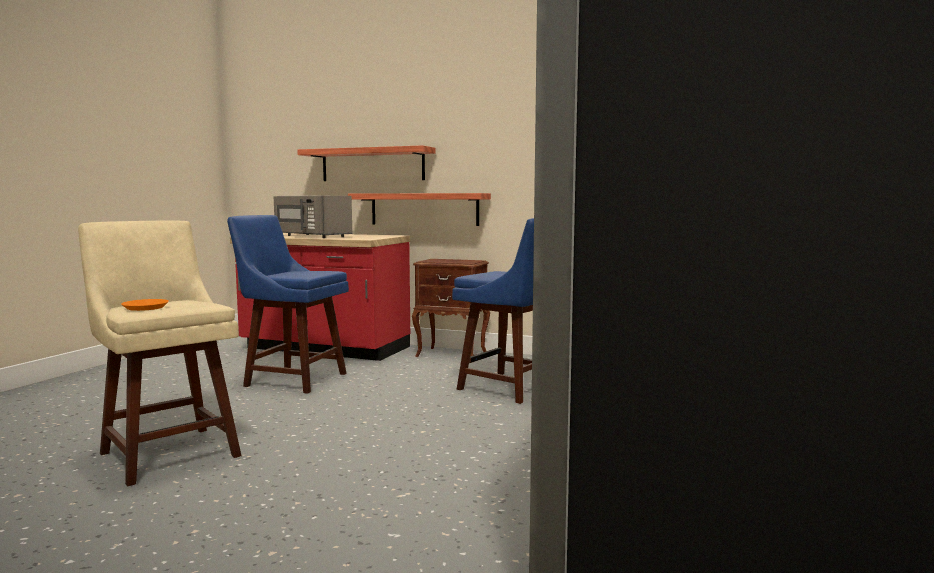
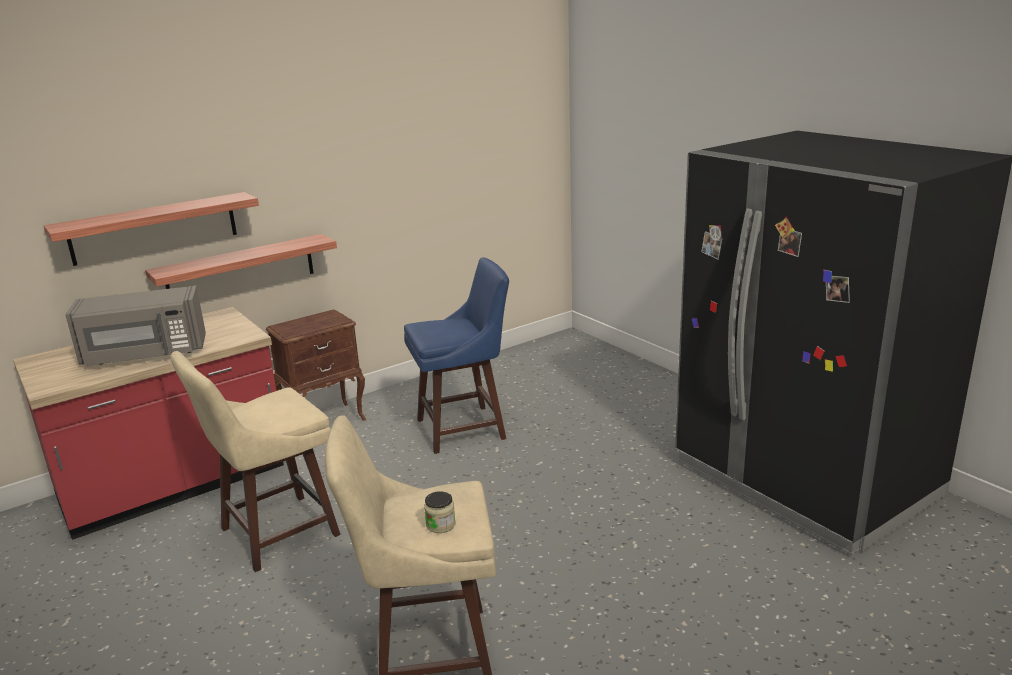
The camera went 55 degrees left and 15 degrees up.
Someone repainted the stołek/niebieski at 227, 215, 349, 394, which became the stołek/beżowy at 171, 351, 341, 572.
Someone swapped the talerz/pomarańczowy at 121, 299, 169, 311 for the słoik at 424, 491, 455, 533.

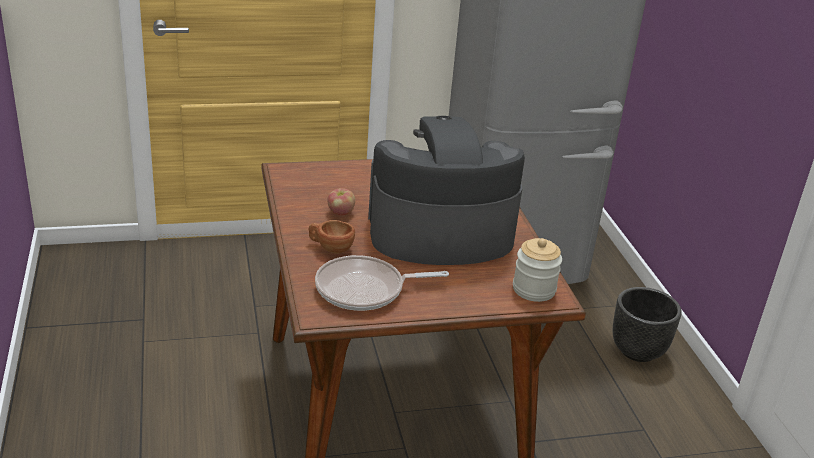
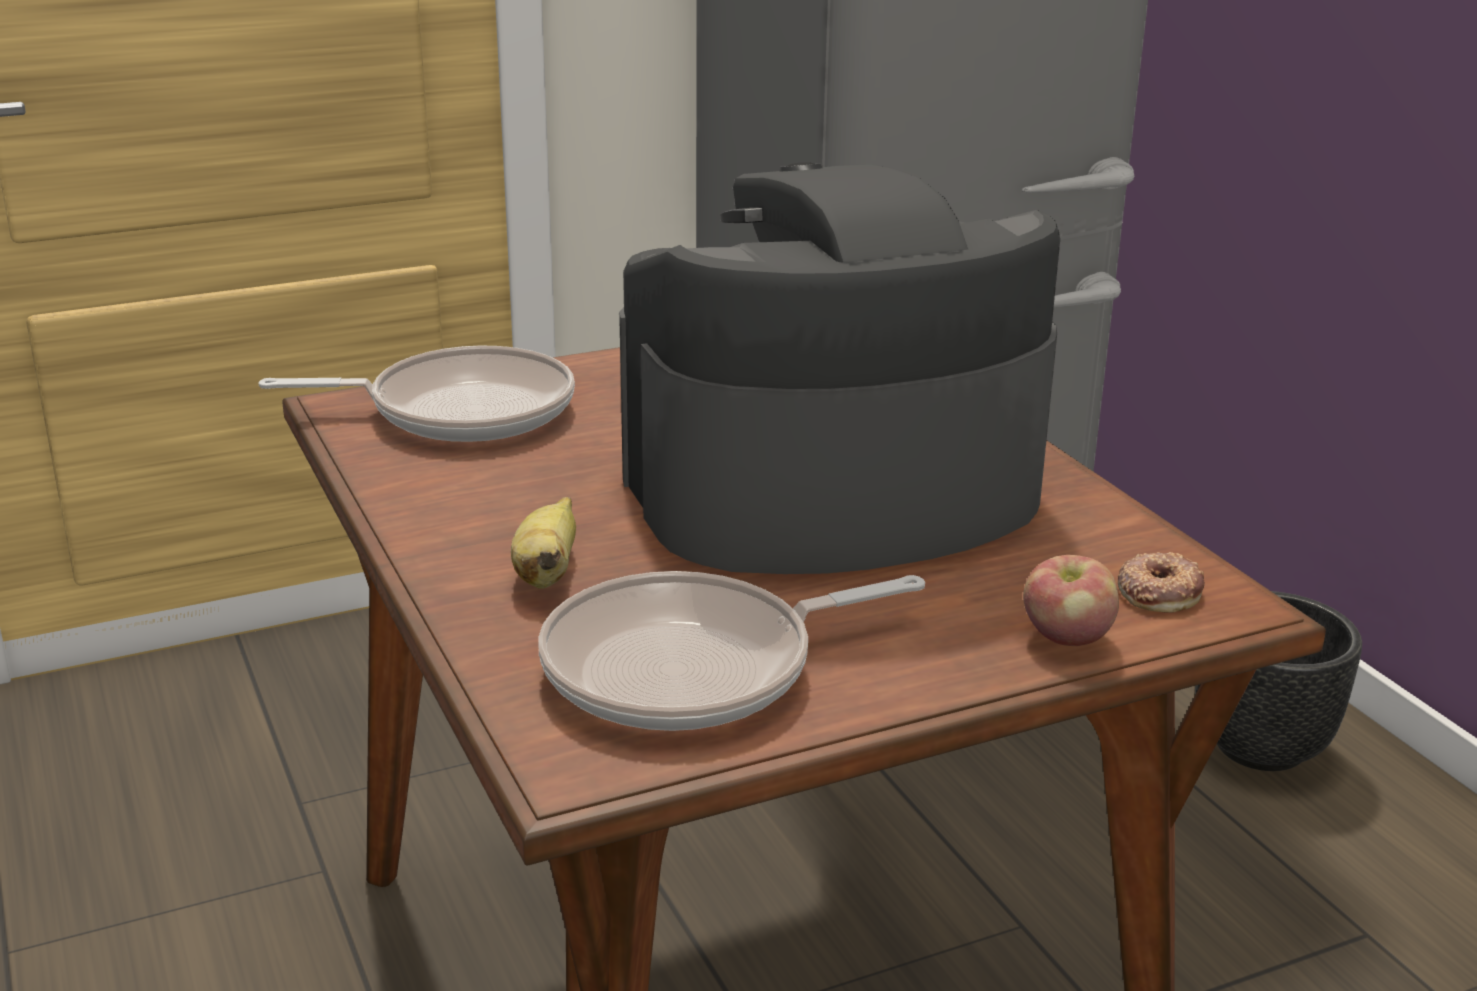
The camera went 10 degrees left and 5 degrees down.
Someone carried the jabłko from 327, 188, 355, 216 to 1023, 555, 1119, 646.
Someone swapped the filiżanka/brązowy at 309, 220, 355, 254 for the banan at 511, 497, 576, 589.
Someone swapped the słoik at 513, 238, 562, 302 for the donut at 1118, 552, 1205, 613.
Someone put down the patelnia at 258, 345, 575, 442.

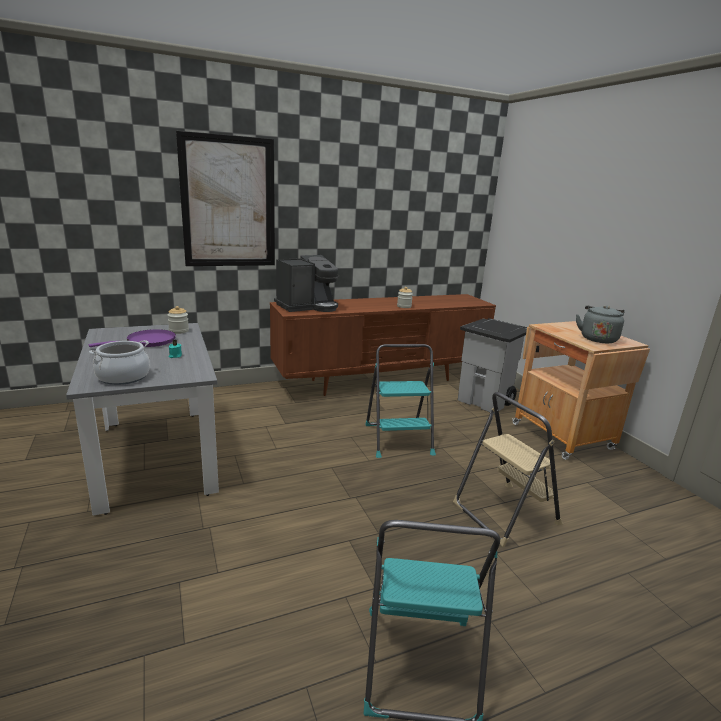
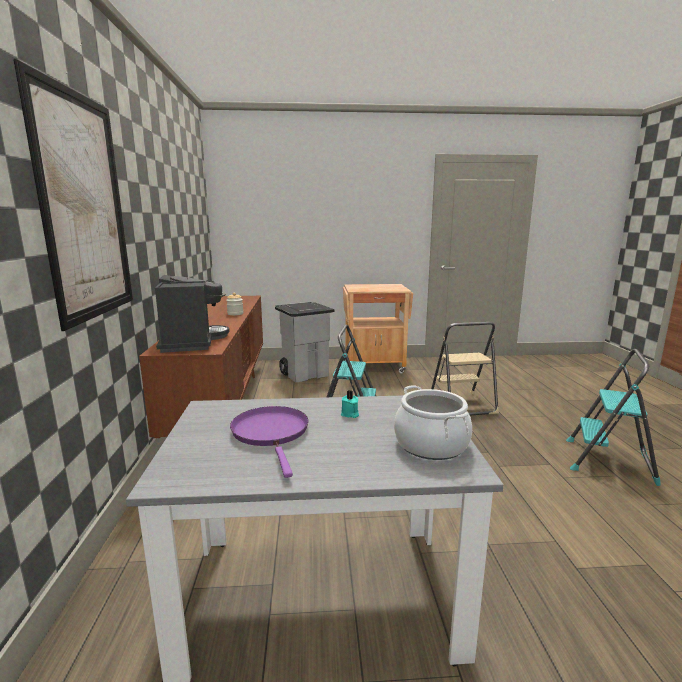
The camera went 70 degrees left and 5 degrees down.
Someone took away the słoik at 168, 306, 189, 334.
Someone took away the czajnik/szary at 576, 306, 625, 343.

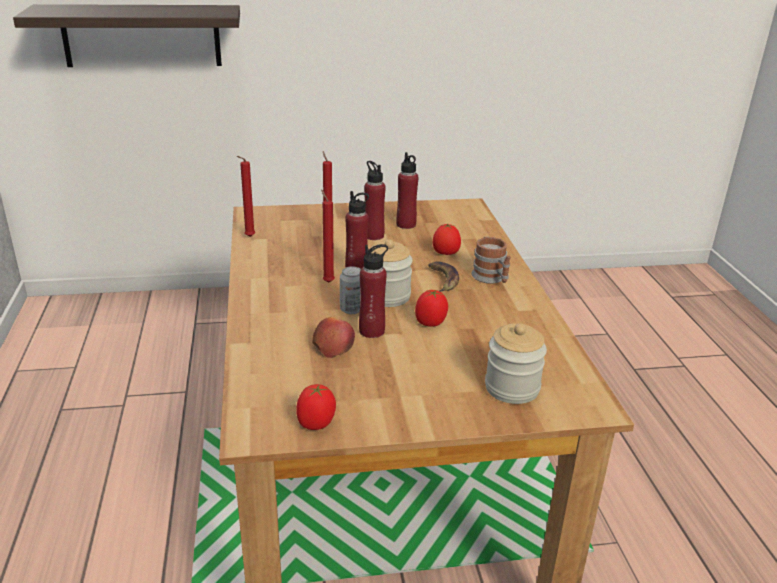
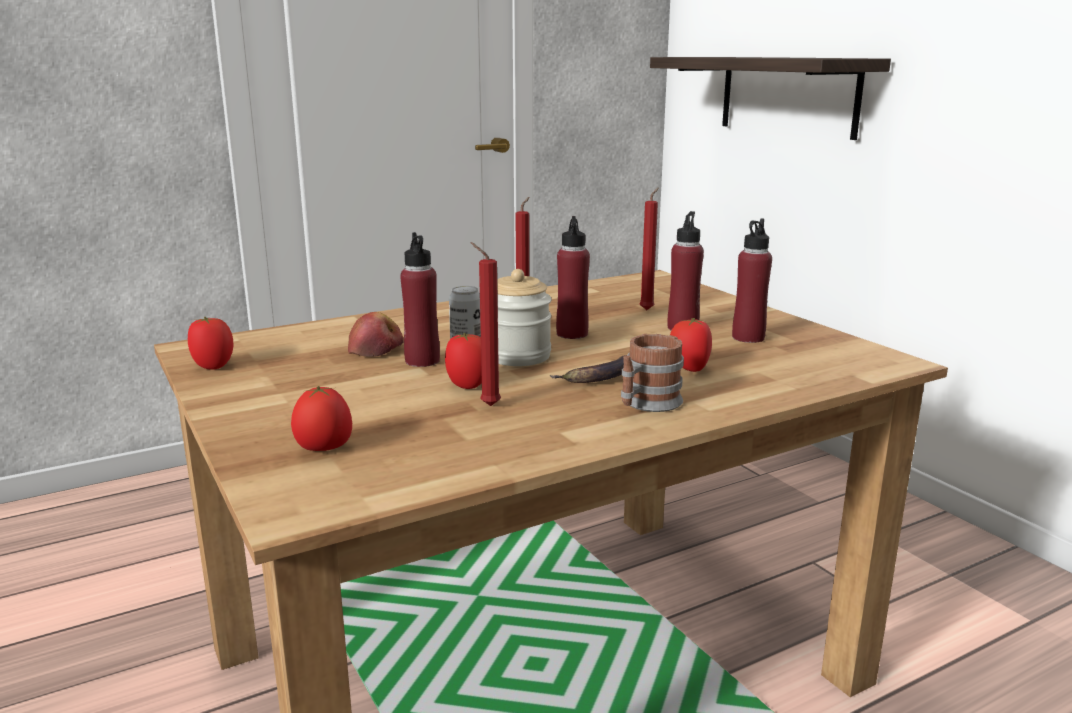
The camera went 70 degrees right and 10 degrees down.
Someone carried the świeca/czerwony from 237, 156, 255, 237 to 471, 242, 501, 406.
Someone swapped the słoik at 485, 323, 547, 404 for the pomidor at 291, 386, 352, 451.

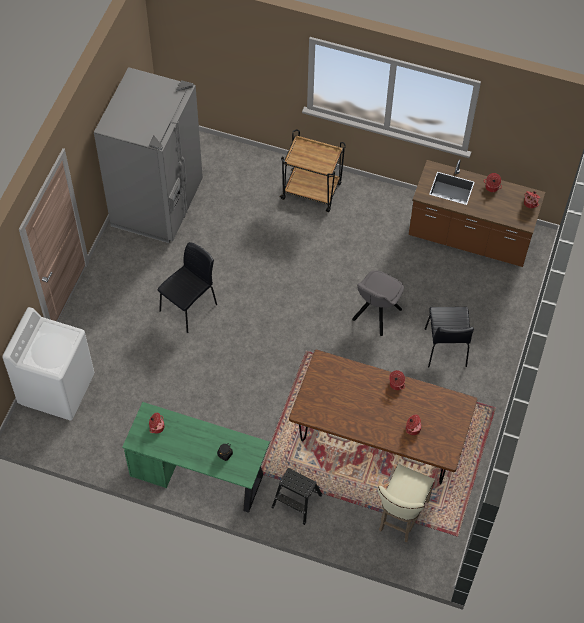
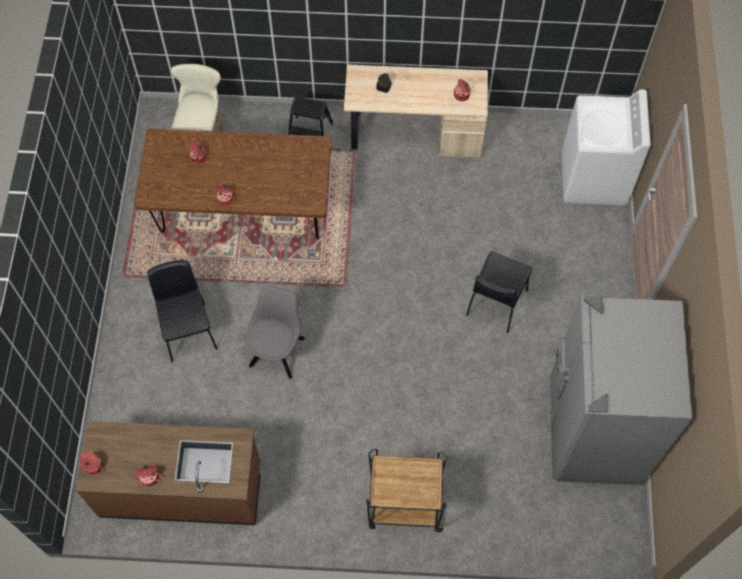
The camera went 165 degrees right and 5 degrees up.
Someone repainted the biurko/zielony at 122, 402, 270, 513, which became the biurko/beżowy at 344, 64, 488, 158.

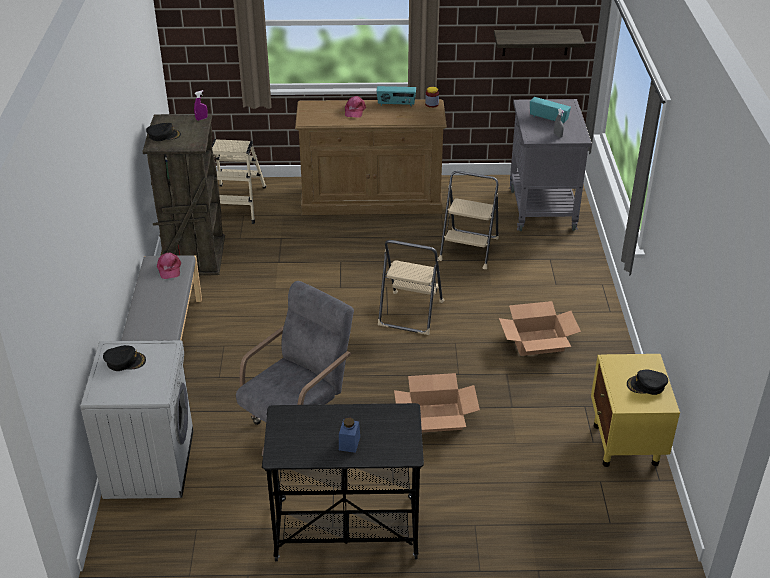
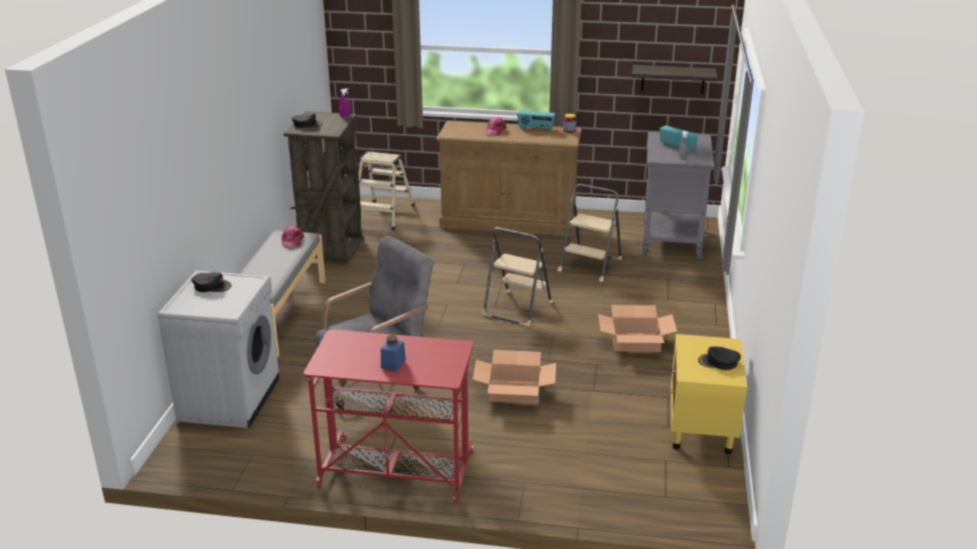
The camera went 10 degrees right and 10 degrees down.
Someone repainted the biurko/czarny at 262, 403, 424, 562, which became the biurko/czerwony at 303, 329, 474, 503.

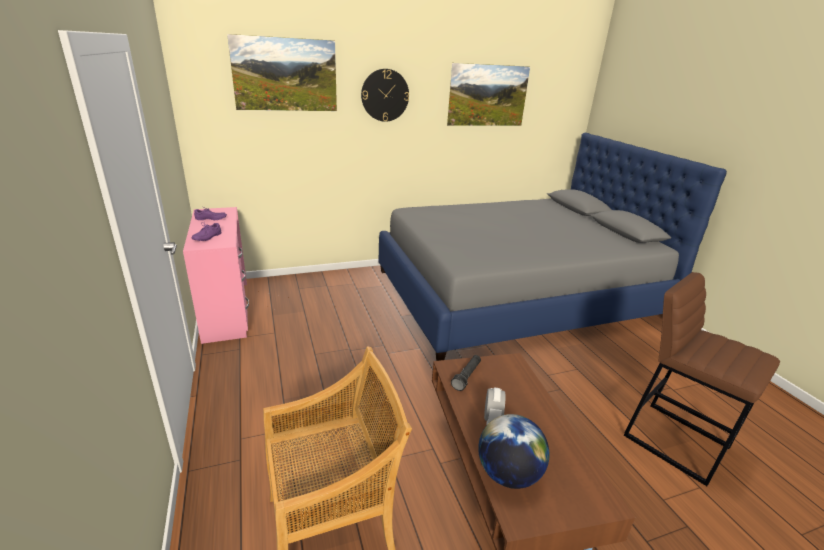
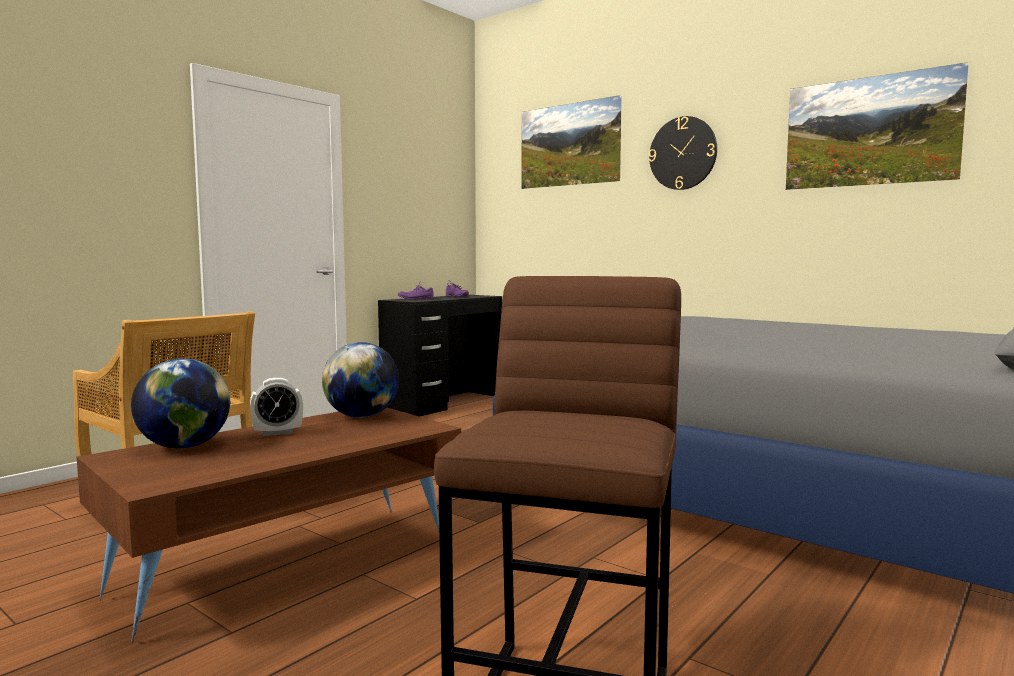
The camera went 60 degrees right and 20 degrees down.
Someone repainted the biurko/różowy at 183, 207, 249, 344, which became the biurko/czarny at 378, 295, 502, 417.
Someone swapped the latarka/czarny at 451, 355, 481, 391 for the globus at 322, 342, 399, 418.

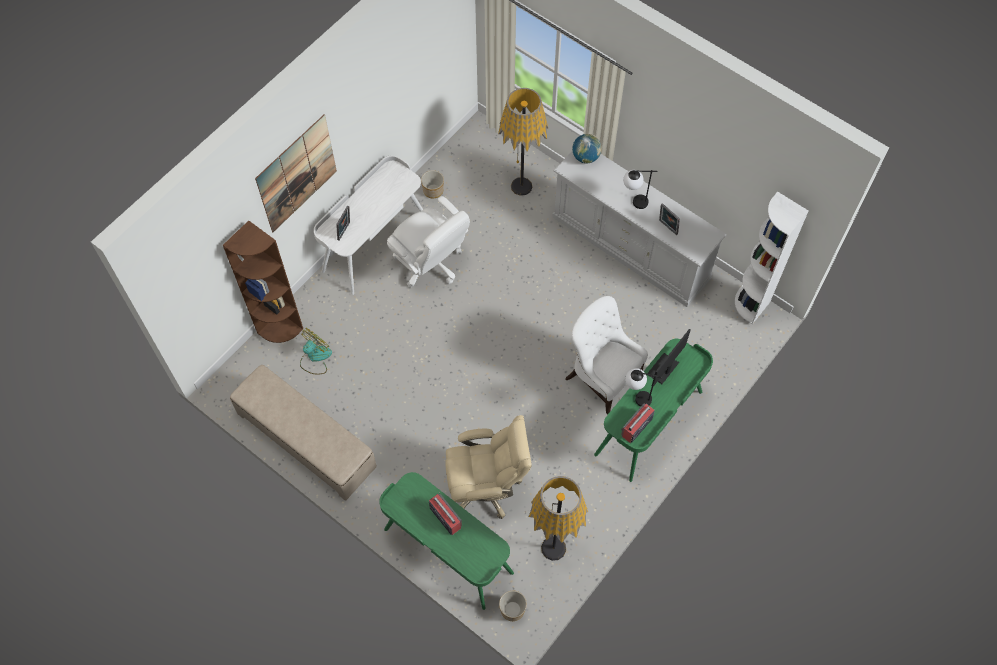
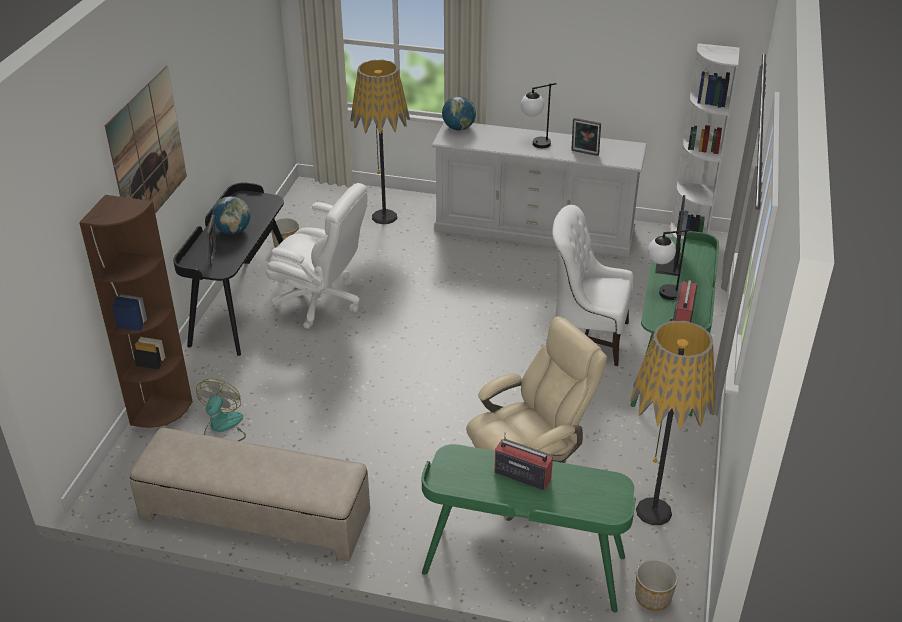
The camera went 25 degrees left and 25 degrees down.
Someone repainted the biurko/biały at 314, 155, 423, 295, which became the biurko/czarny at 173, 182, 284, 356.
Someone put down the globus at 212, 196, 250, 234.

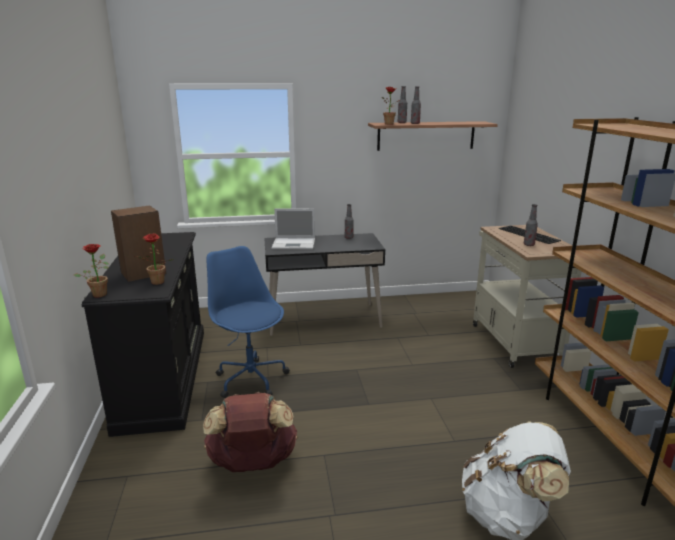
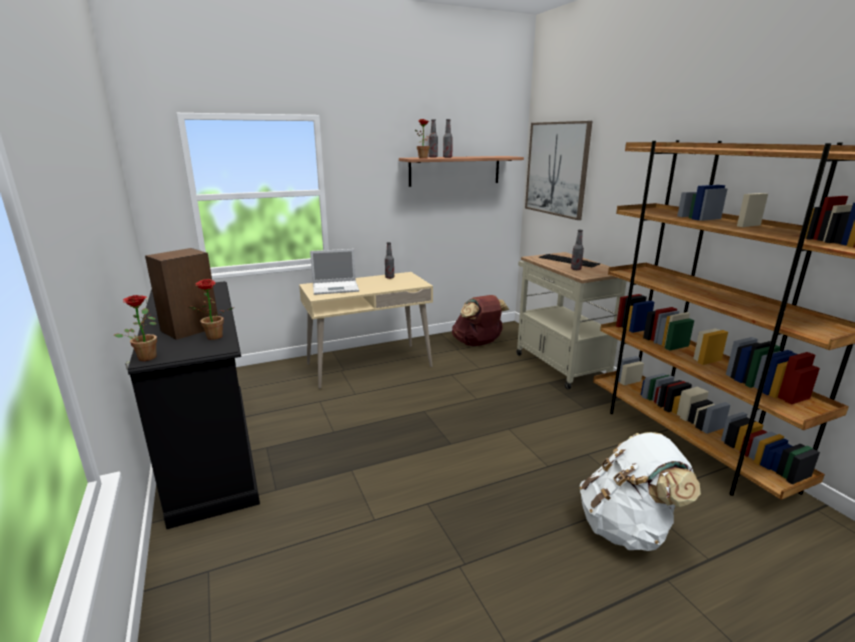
The camera went 15 degrees left and 0 degrees up.
Someone repainted the biurko/czarny at 264, 233, 385, 336, which became the biurko/beżowy at 299, 272, 433, 389.
Someone took away the krzesło biurowe/niebieski at 206, 246, 290, 398.
Someone carried the plecak/brązowy from 203, 392, 298, 472 to 452, 295, 509, 346.
Someone put up the obraz at 525, 121, 592, 220.

